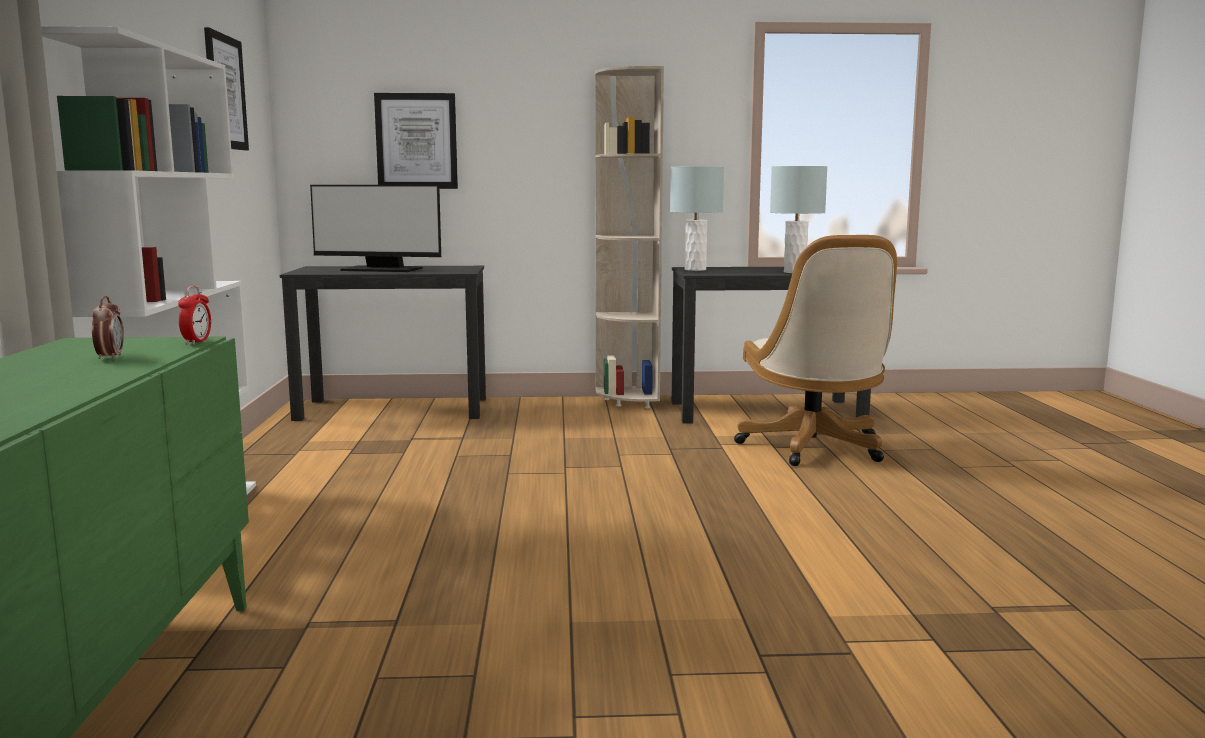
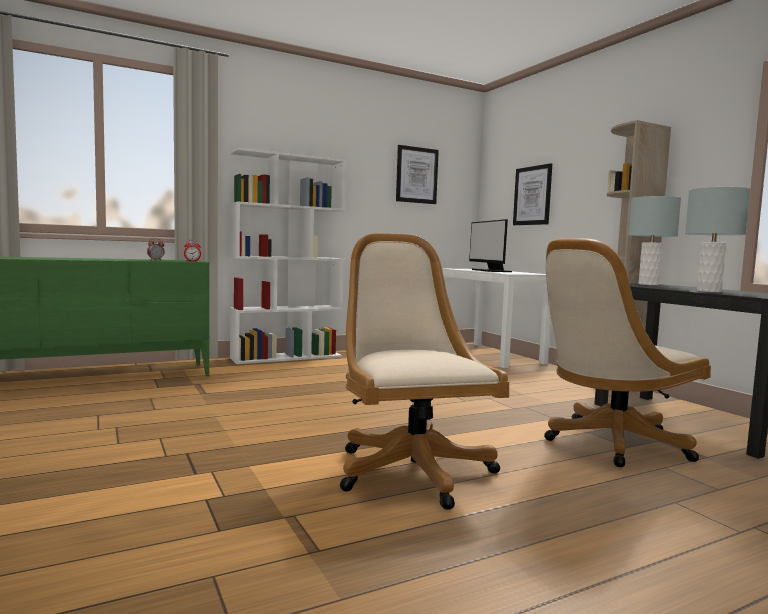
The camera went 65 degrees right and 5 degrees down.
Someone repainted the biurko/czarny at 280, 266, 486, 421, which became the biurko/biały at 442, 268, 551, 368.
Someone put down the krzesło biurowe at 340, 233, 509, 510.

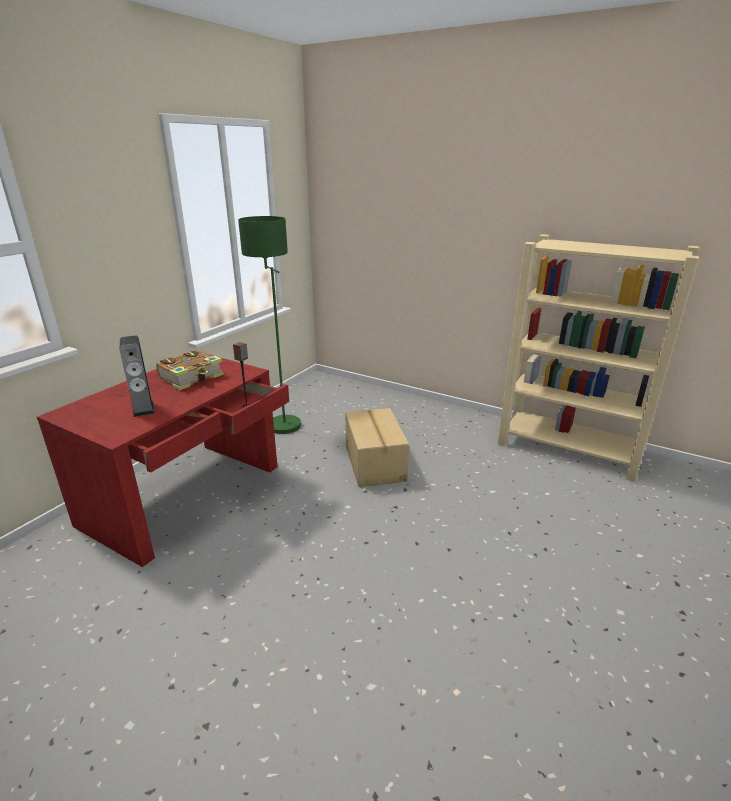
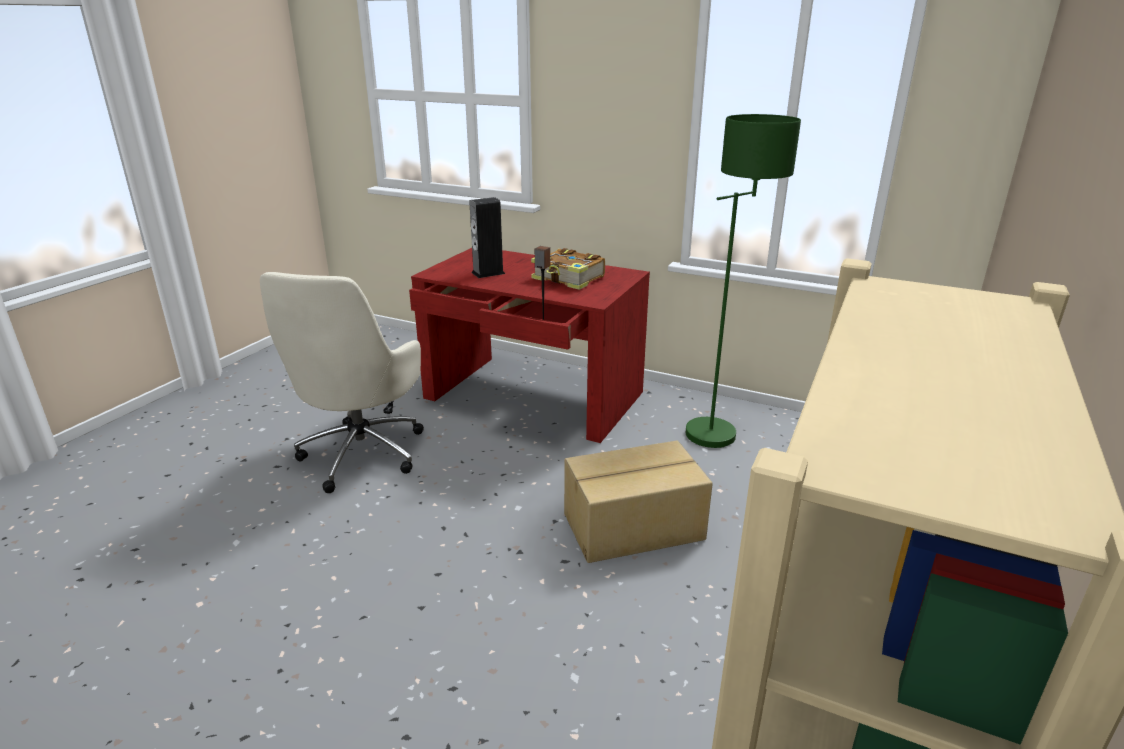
The camera went 85 degrees right and 0 degrees up.
Someone put down the krzesło biurowe/beżowy at 260, 272, 424, 493.

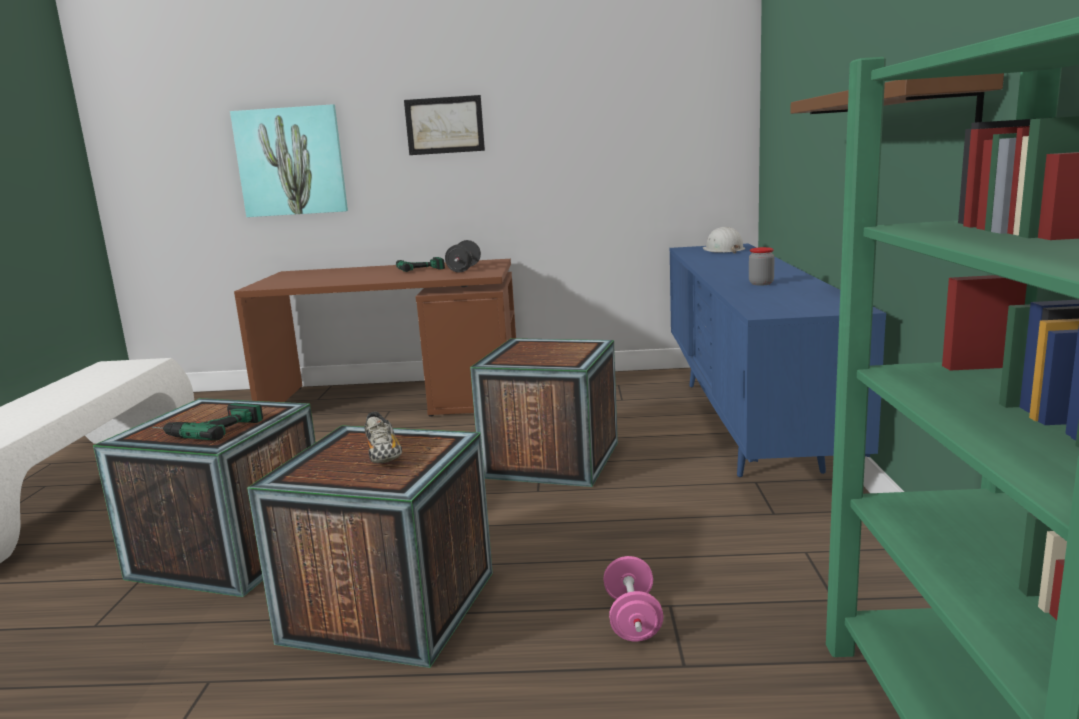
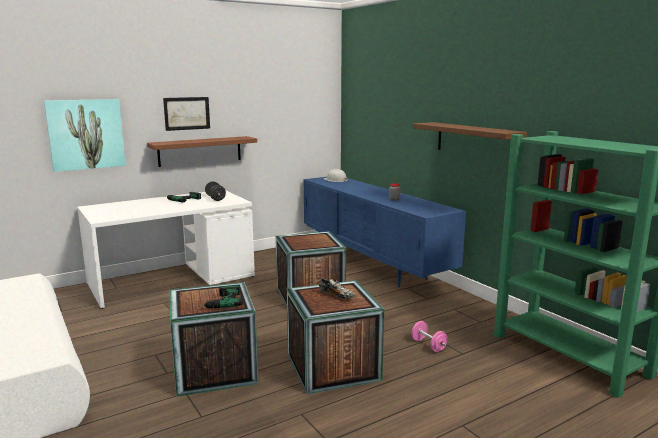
The camera went 35 degrees left and 0 degrees up.
Someone repainted the biurko/brązowy at 234, 259, 516, 417, which became the biurko/biały at 77, 190, 255, 309.
Someone put up the półka/brązowy at 147, 136, 257, 167.

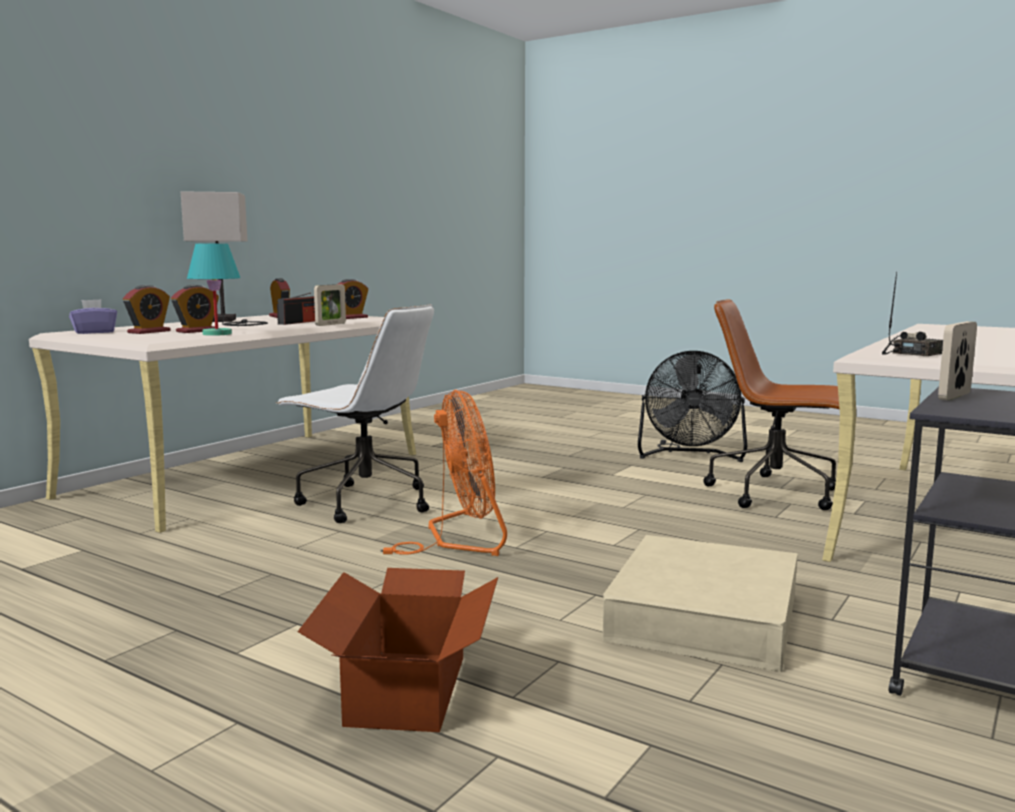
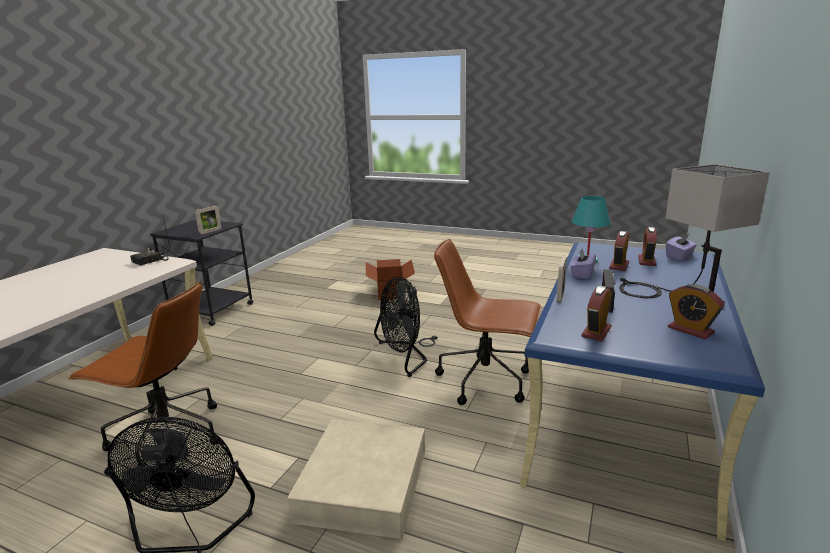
The camera went 170 degrees right and 10 degrees up.
Someone repainted the krzesło biurowe/biały at 276, 304, 434, 523, which became the krzesło biurowe/brązowy at 434, 239, 541, 405.
Someone repainted the biurko/beżowy at 29, 315, 416, 533, which became the biurko/niebieski at 519, 242, 765, 541.
Someone repainted the wentylator/pomarańczowy at 380, 390, 507, 556, which became the wentylator/czarny at 374, 277, 438, 377.
Someone carried the pojemnik do przechowywania/beżowy from 602, 535, 798, 672 to 287, 419, 425, 539.
Someone put down the pudełko chusteczek/fioletowy at 570, 248, 596, 279.

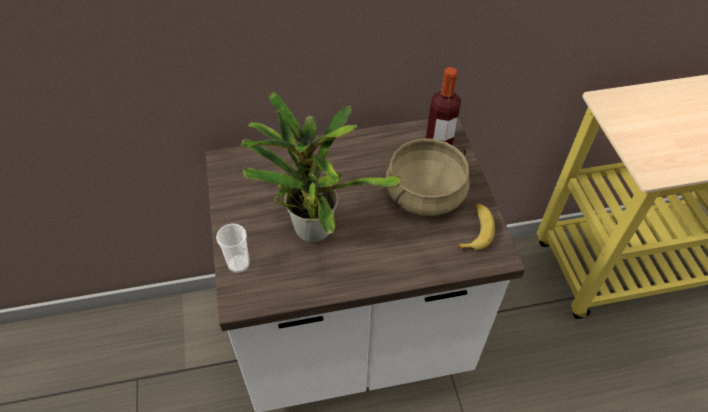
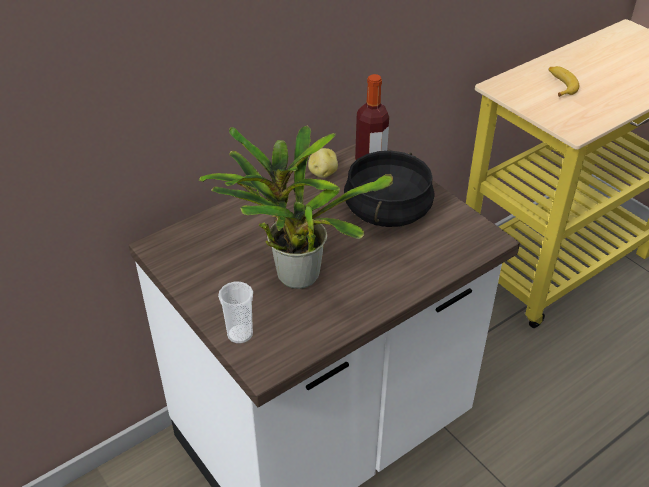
The camera went 25 degrees left and 10 degrees down.
Someone repainted the garnek/beżowy at 386, 138, 470, 216, which became the garnek/czarny at 344, 151, 434, 227.
Someone carried the banan from 458, 203, 495, 250 to 548, 66, 579, 97.
Someone put down the ziemniak at 308, 148, 338, 178.

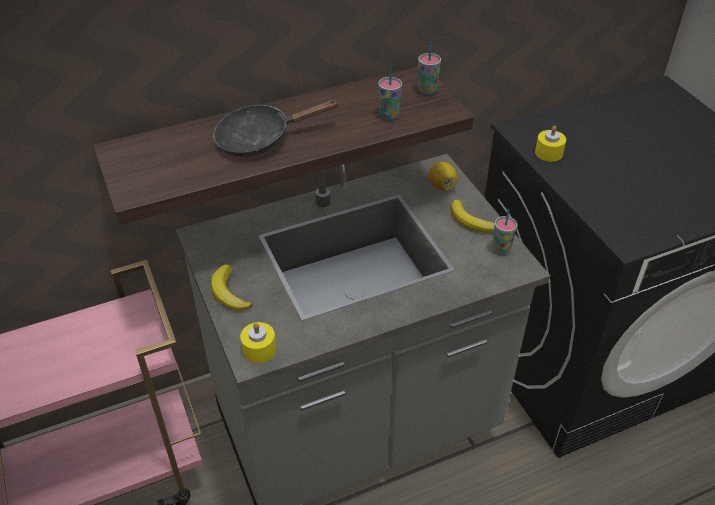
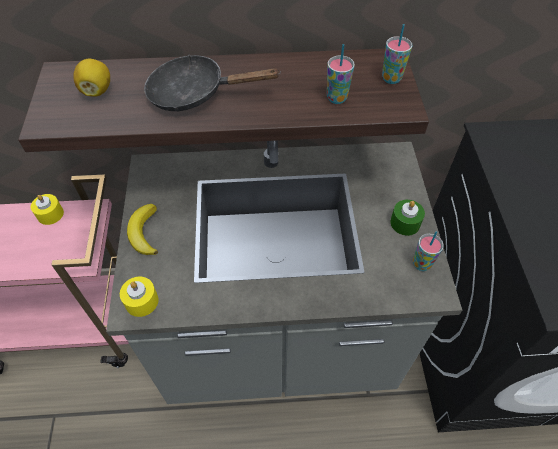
The camera went 20 degrees right and 10 degrees up.
Someone carried the świeca/żółty from 535, 125, 566, 162 to 31, 194, 64, 225.
Someone carried the cytryna from 428, 162, 457, 191 to 73, 59, 110, 97.
Someone swapped the banan at 451, 200, 495, 233 for the świeca/zielony at 390, 200, 425, 236.

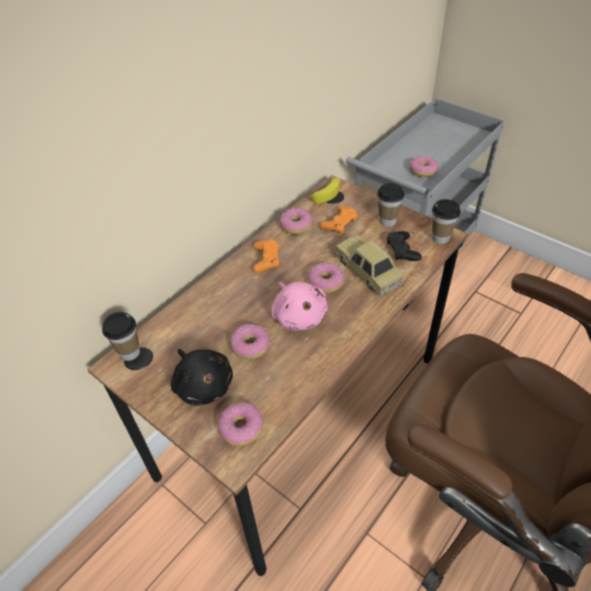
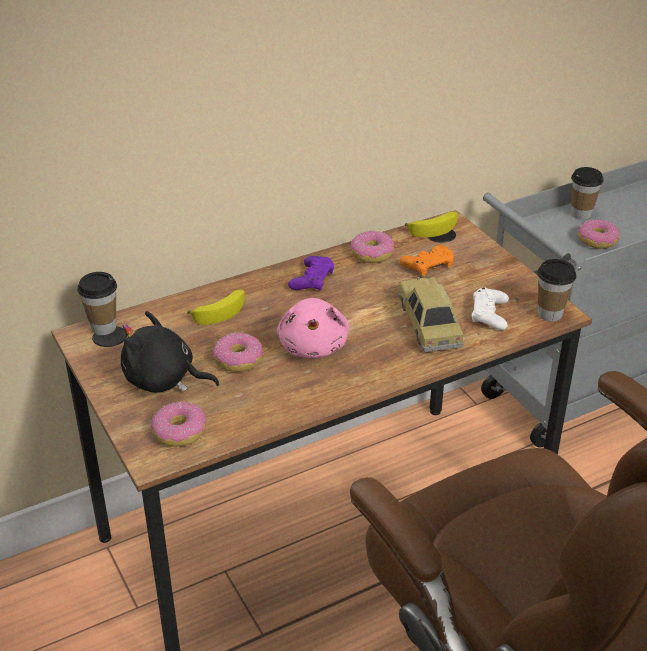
The camera went 20 degrees right and 10 degrees down.
Someone carried the filiżanka from 377, 183, 404, 227 to 571, 167, 604, 220.
Someone repainted the pad do gier/czarny at 387, 231, 422, 261, which became the pad do gier/biały at 472, 288, 509, 330.
Someone repainted the pad do gier/pomarańczowy at 253, 239, 279, 273, which became the pad do gier/fioletowy at 288, 256, 334, 291.
Someone took away the donut at 308, 262, 345, 293.
Someone rotated the pluszak/czarny at 171, 349, 233, 406 by 120 degrees clockwise.
Someone put down the banan at 187, 288, 245, 325.

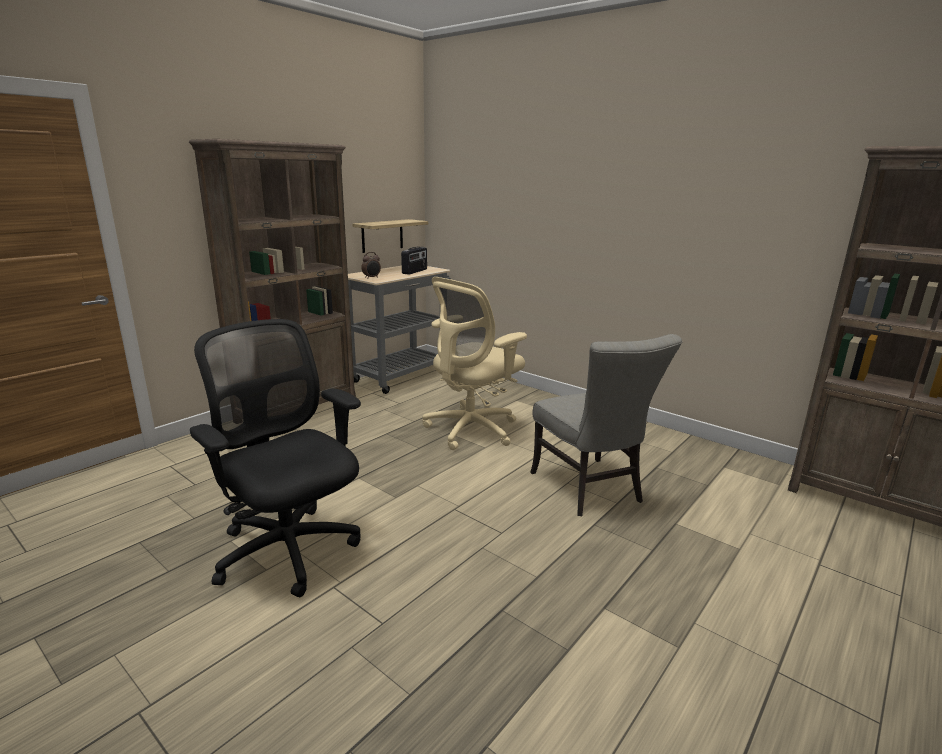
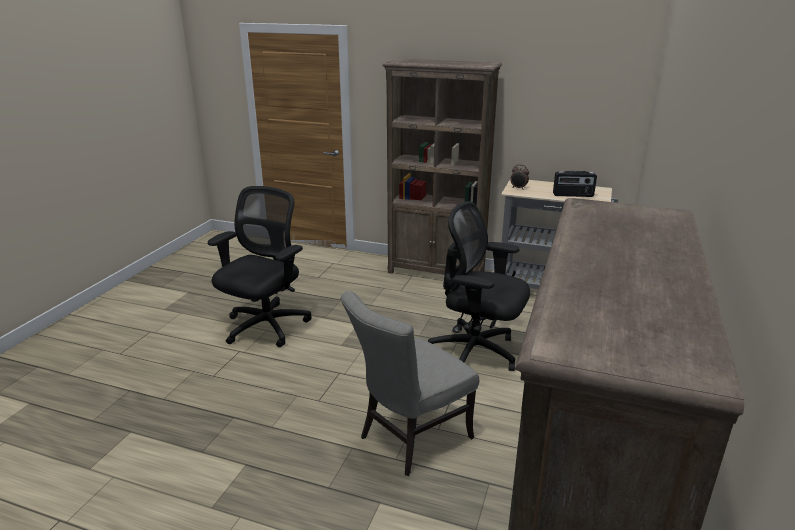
The camera went 70 degrees right and 5 degrees up.
Someone took away the półka at 352, 219, 428, 253.
Someone repainted the krzesło biurowe/beżowy at 422, 277, 527, 450, which became the krzesło biurowe/czarny at 428, 201, 530, 371.

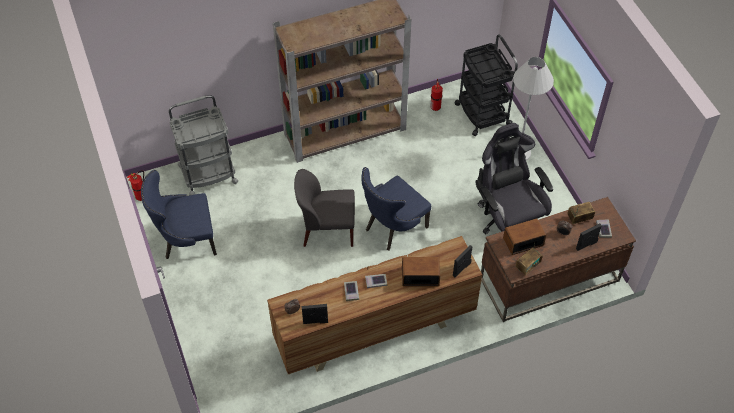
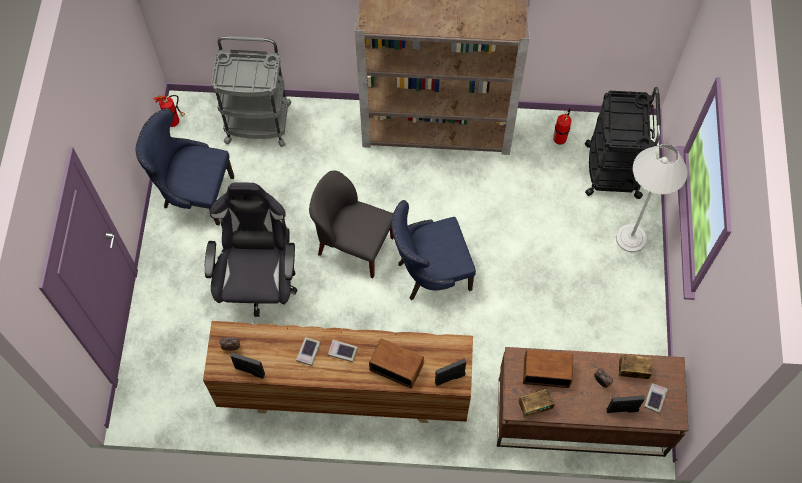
The camera went 25 degrees right and 10 degrees up.
Someone carried the krzesło biurowe/czarny from 476, 123, 553, 234 to 205, 182, 298, 317.

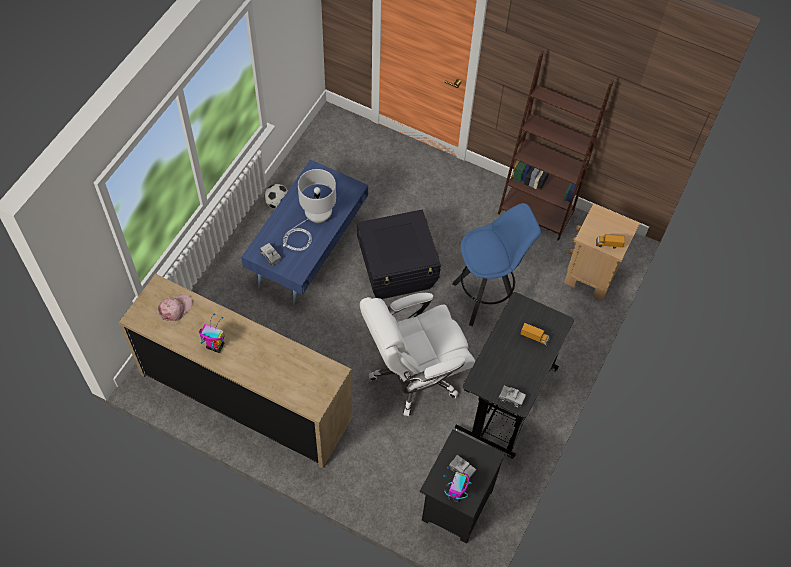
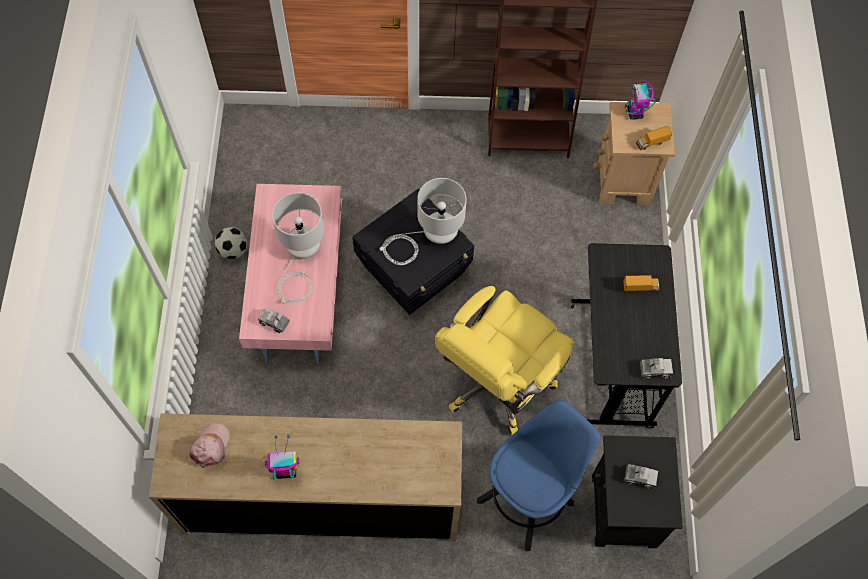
The camera went 25 degrees left and 5 degrees up.
Someone repainted the ława/niebieski at 241, 159, 368, 306, which became the ława/różowy at 239, 184, 343, 364.
Someone carried the stołek/niebieski from 452, 203, 541, 326 to 477, 400, 601, 551.
Someone repainted the krzesło biurowe/biały at 360, 293, 475, 416, which became the krzesło biurowe/żółty at 435, 286, 574, 436.
Someone carried the robot zabawkowy from 443, 467, 472, 502 to 625, 79, 656, 120.
Someone put down the lampa stołowa/szary at 379, 178, 466, 265.

